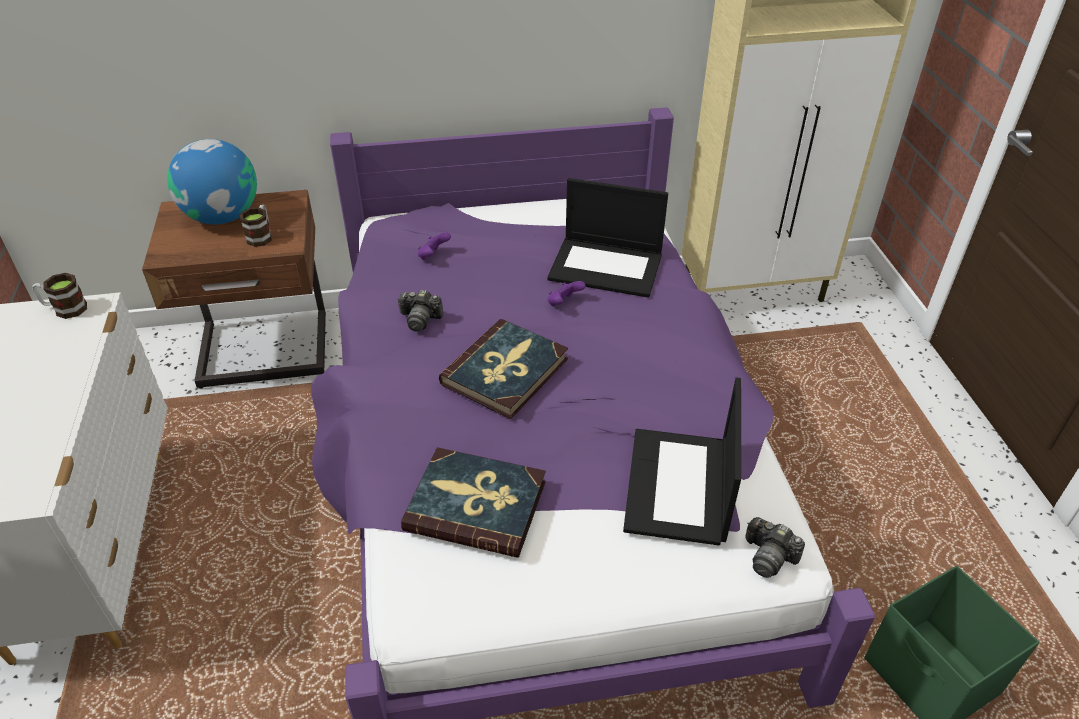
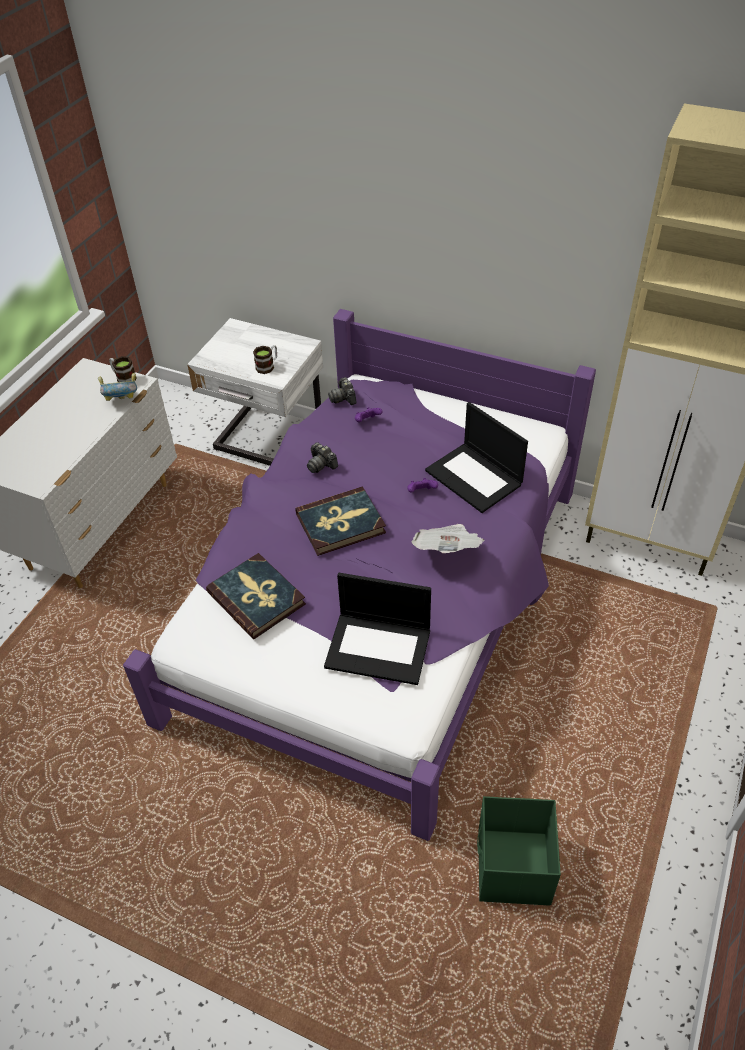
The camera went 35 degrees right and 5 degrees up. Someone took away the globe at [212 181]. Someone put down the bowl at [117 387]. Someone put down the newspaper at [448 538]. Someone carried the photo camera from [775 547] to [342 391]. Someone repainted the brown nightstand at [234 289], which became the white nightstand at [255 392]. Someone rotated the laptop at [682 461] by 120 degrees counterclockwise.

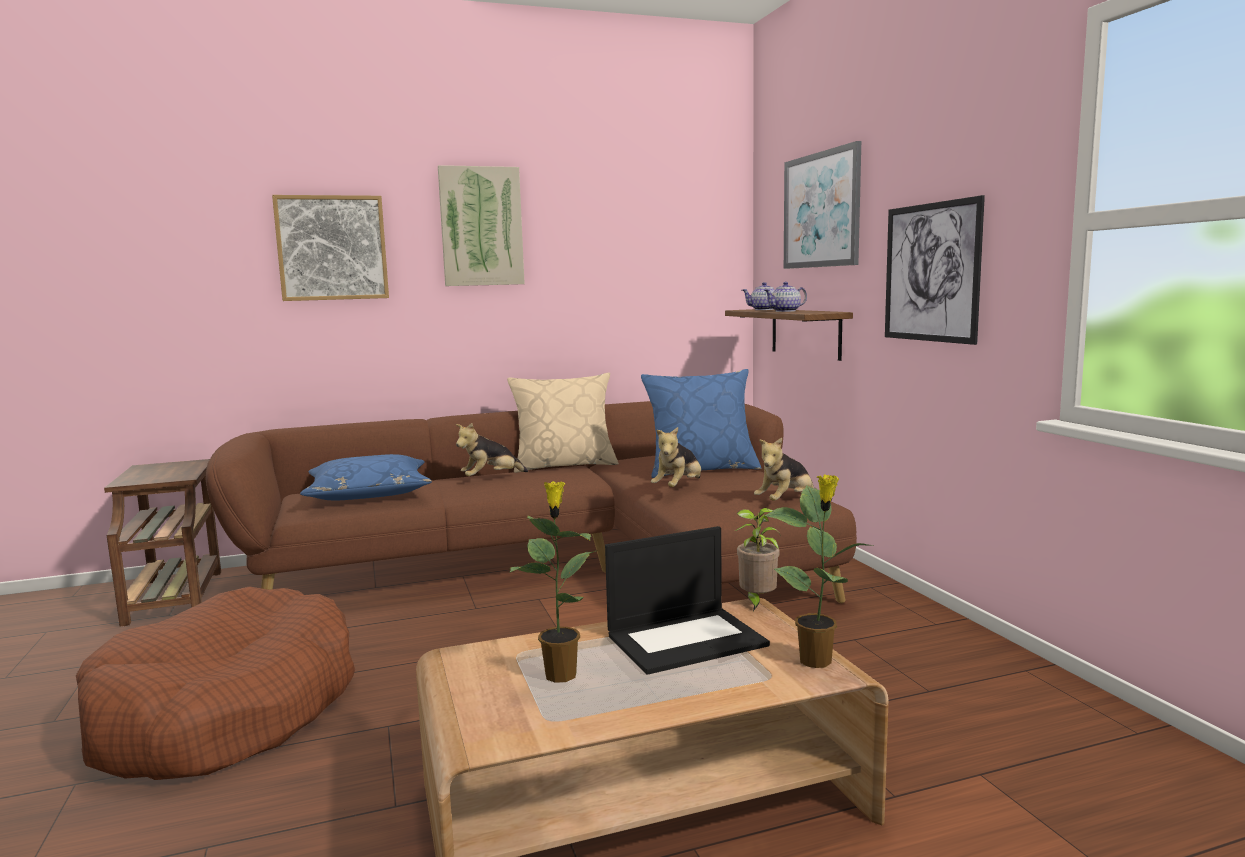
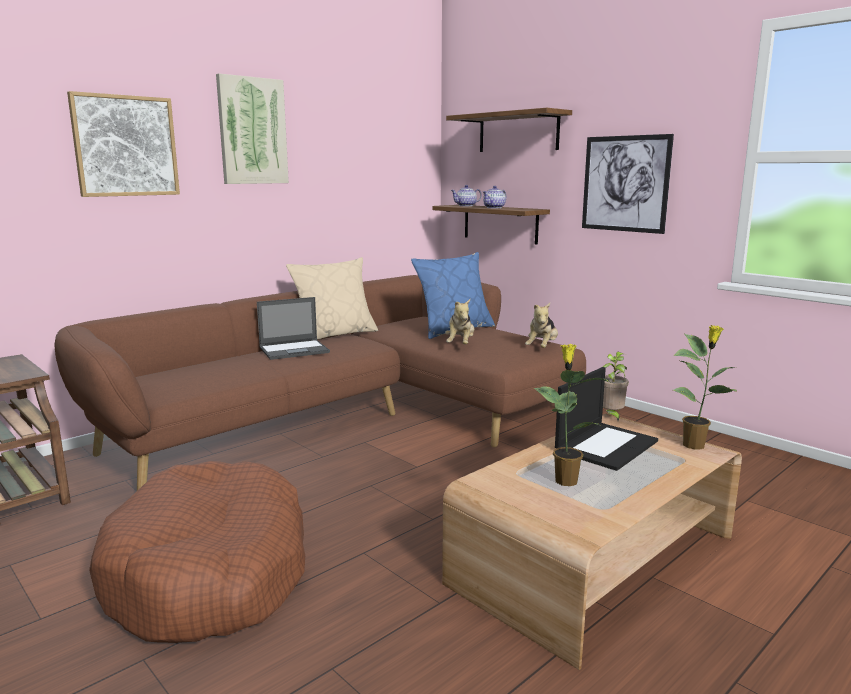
The camera went 25 degrees left and 5 degrees up. Someone took away the blue pillow at [366 477]. Someone swapped the plush toy at [492 449] for the laptop at [293 328]. Someone swapped the picture at [822 205] for the shelf at [509 130].

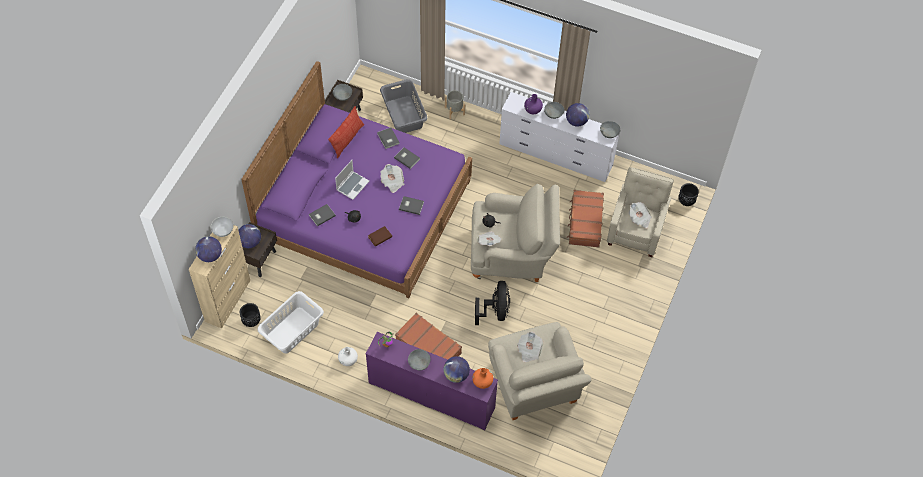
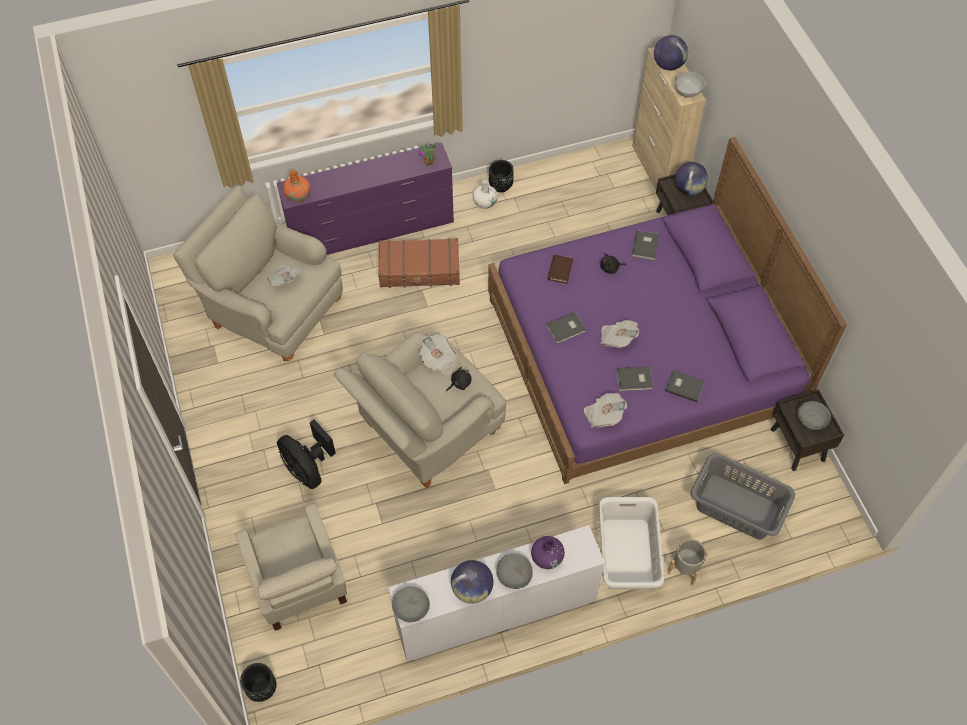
The camera went 140 degrees right and 0 degrees up. Someone took away the pillow at [346 132]. Someone took away the laptop at [352 180]. Someone took away the grey bowl at [419 360]. Someone took away the globe at [456 369]. Someone took away the brown suitcase at [585 218]. Someone carried the black planter from [250 315] to [501 176]. Someone carried the white laundry basket from [290 322] to [631 543]. Someone carried the black fan from [492 303] to [306 454]. Someone carried the newspaper from [640 215] to [605 410].

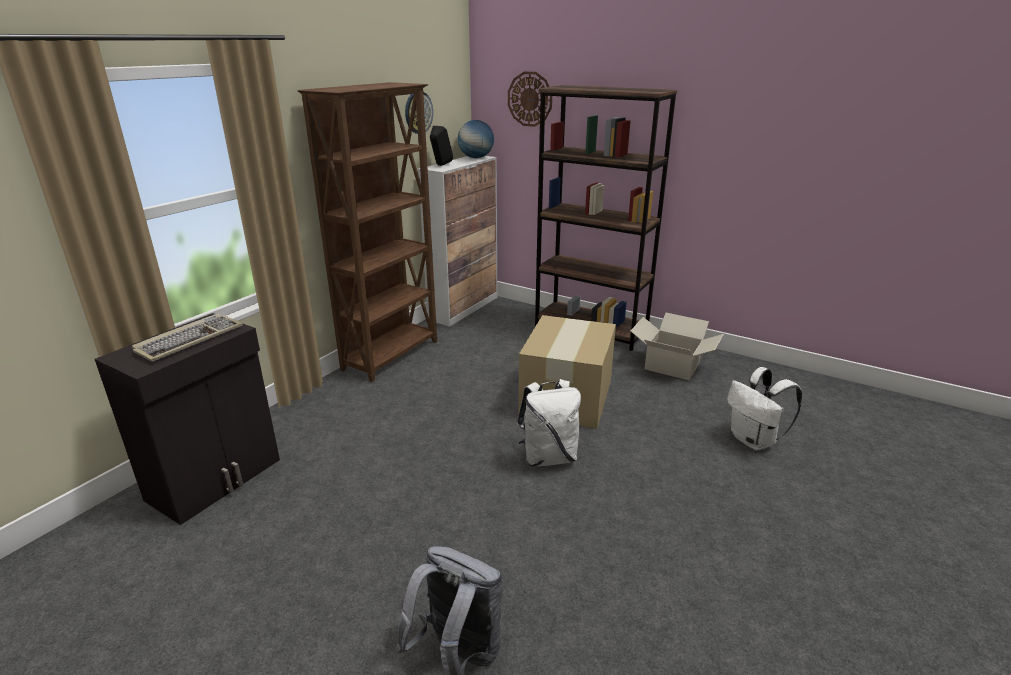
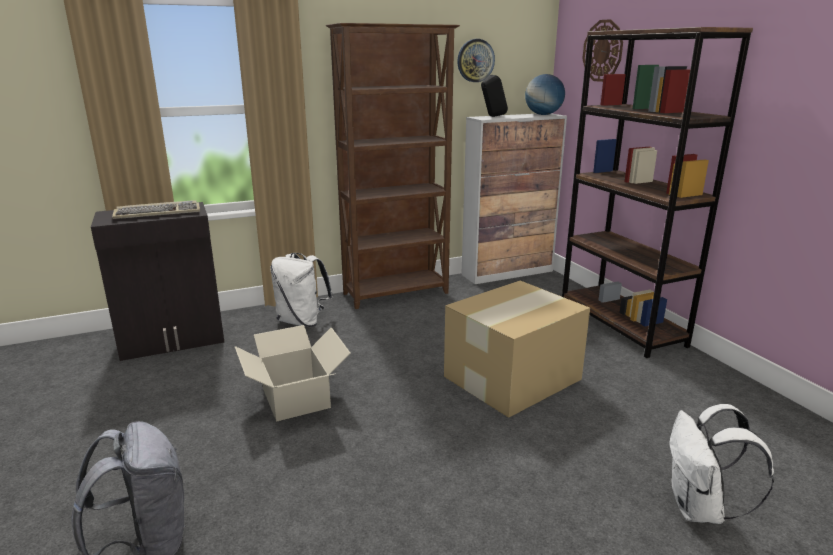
The camera went 35 degrees right and 5 degrees down. Someone carried the white backpack from [549 423] to [301 290]. Someone carried the cardboard box from [677 346] to [292 373].

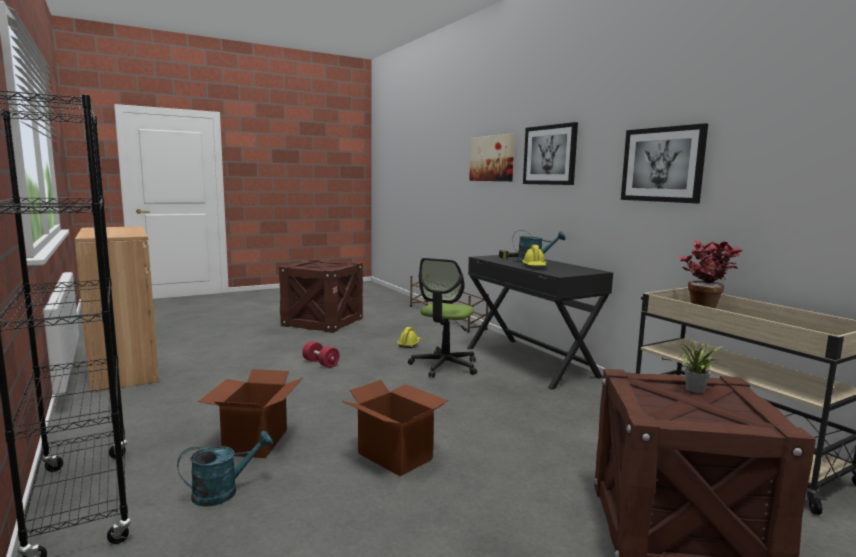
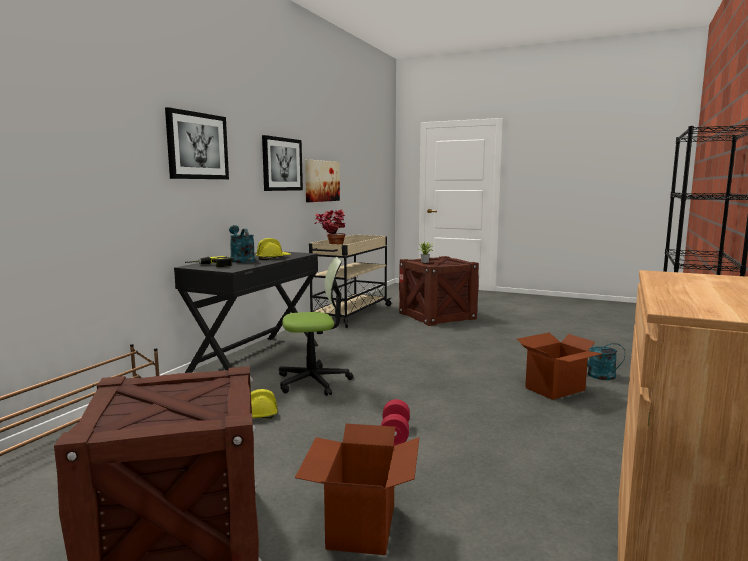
The camera went 125 degrees left and 0 degrees up. Someone carried the cardboard box from [395 428] to [357 489]. Someone carried the picture from [492 157] to [322 181].

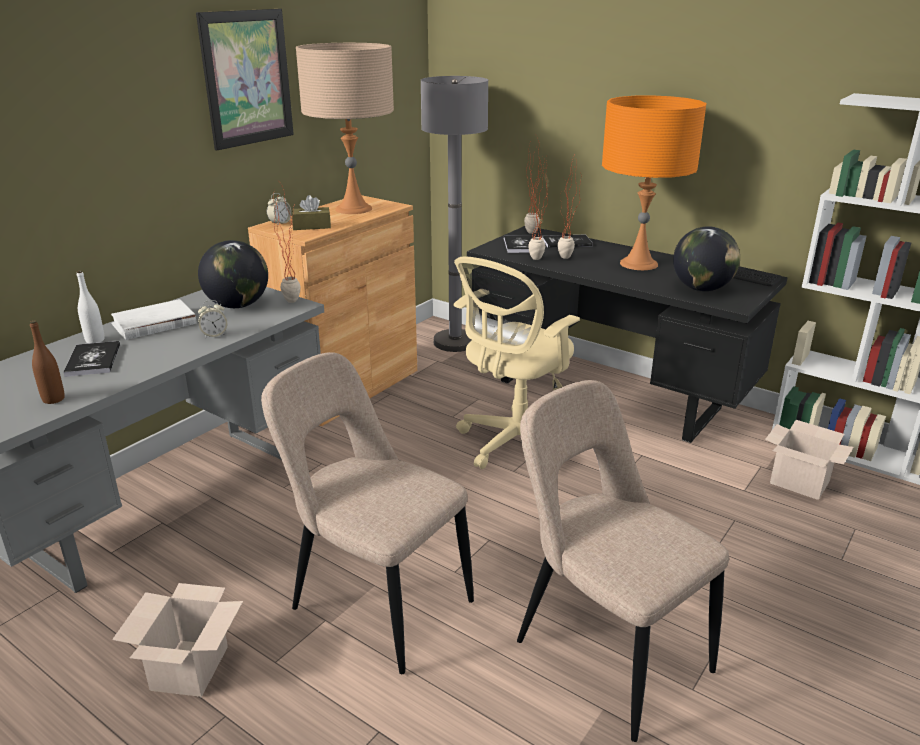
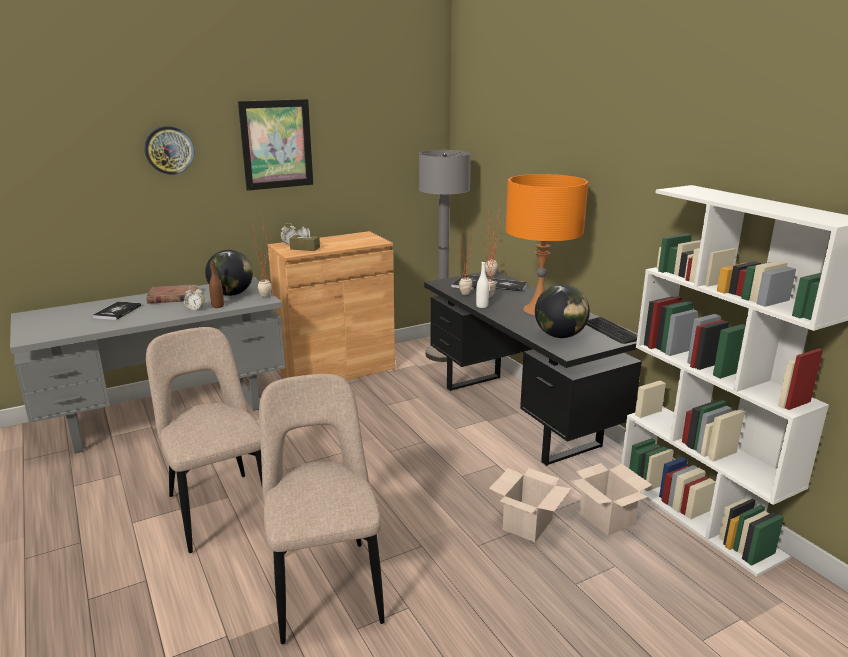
The camera went 25 degrees right and 5 degrees down. Someone took away the beige table lamp at [345 128]. Someone took away the beige office chair at [516 363]. Someone put up the wall clock at [169 150]. Someone carried the brown bottle from [47 362] to [216 284]. Someone carried the white bottle from [91 306] to [482 284]. Someone carried the cardboard box from [177 640] to [530 505]. Someone repainted the white book at [153 319], which became the brown book at [172 294].

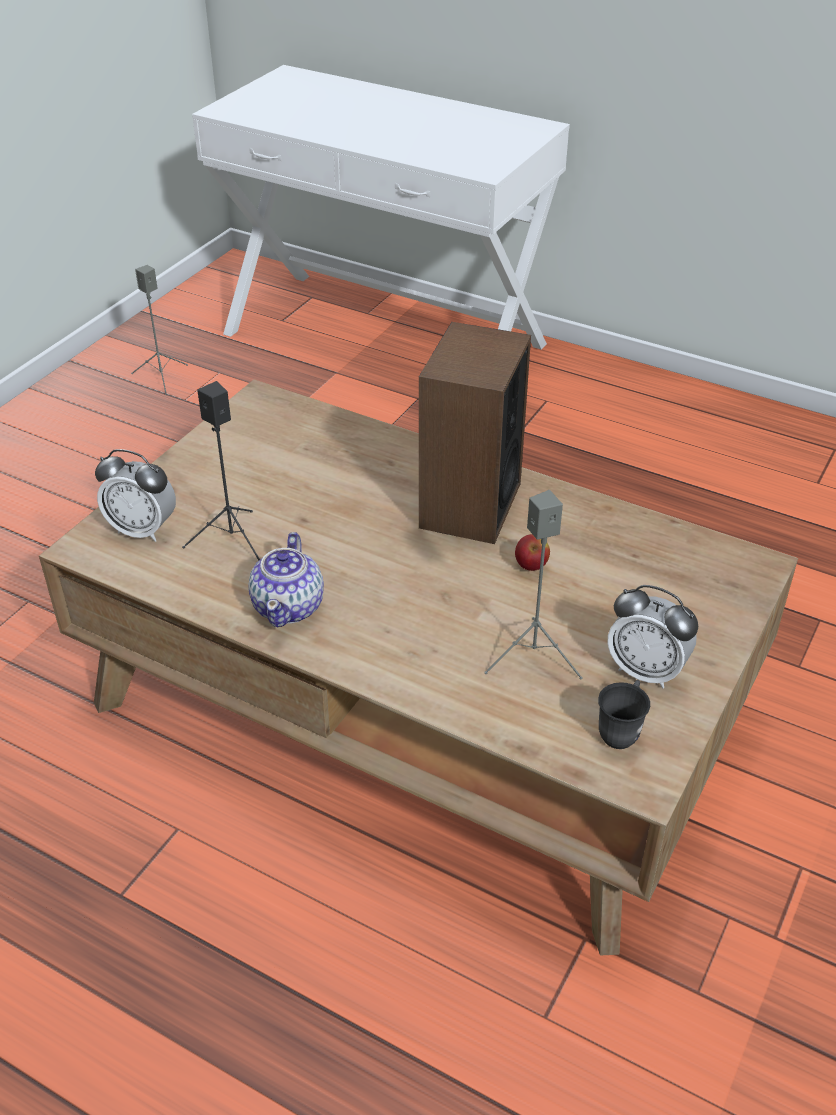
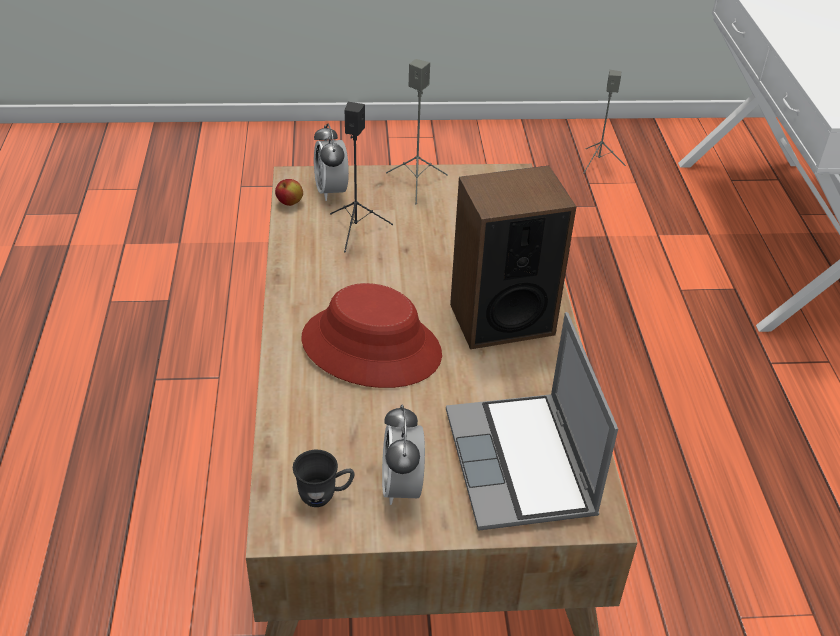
The camera went 55 degrees right and 0 degrees up. Someone took away the teapot at [286 579]. Someone put down the red hat at [371 335]. Someone put down the laptop at [532 421]. Someone carried the grey speaker from [533 584] to [417 131]. Someone carried the apple from [532 552] to [289 192].

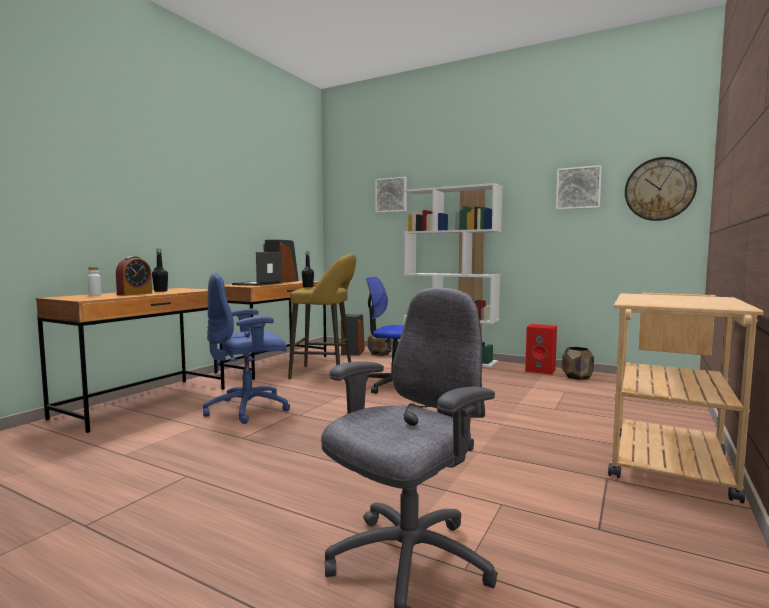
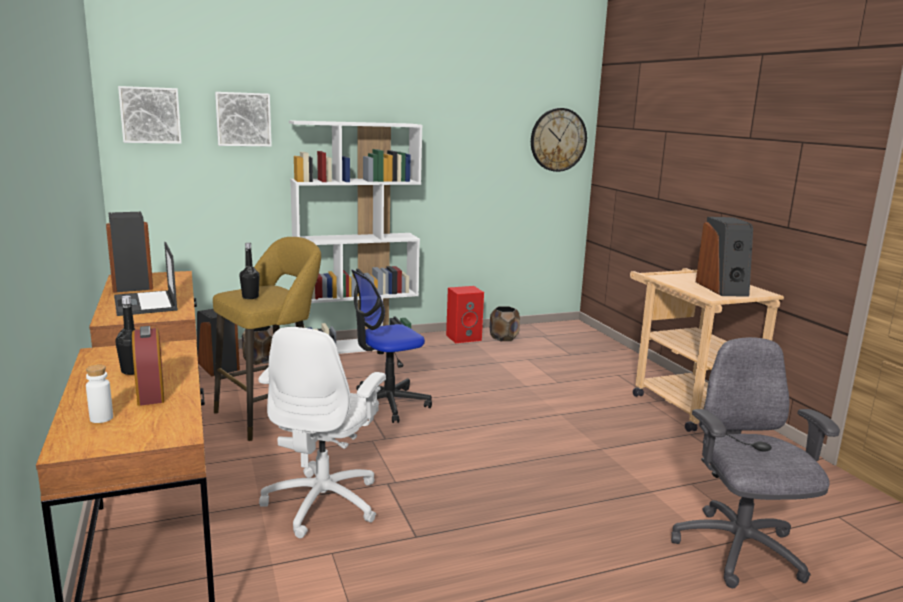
The camera went 50 degrees left and 10 degrees up. Someone put down the speaker at [724 257]. Someone carried the picture from [579 187] to [149 115]. Someone repainted the blue office chair at [246 348], which became the white office chair at [322 432].

